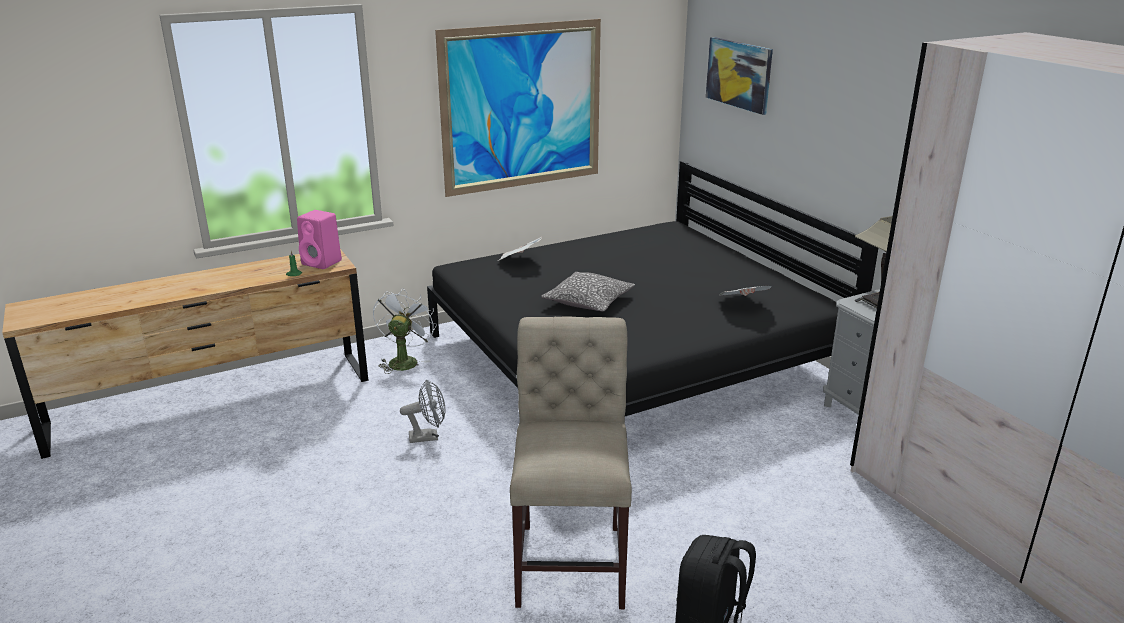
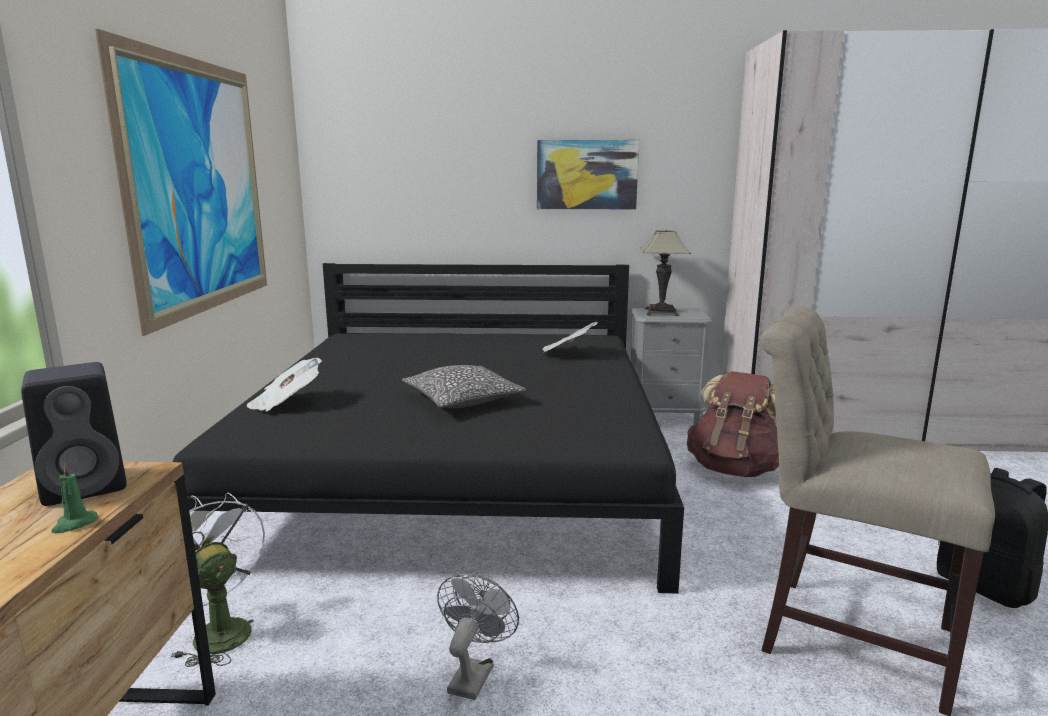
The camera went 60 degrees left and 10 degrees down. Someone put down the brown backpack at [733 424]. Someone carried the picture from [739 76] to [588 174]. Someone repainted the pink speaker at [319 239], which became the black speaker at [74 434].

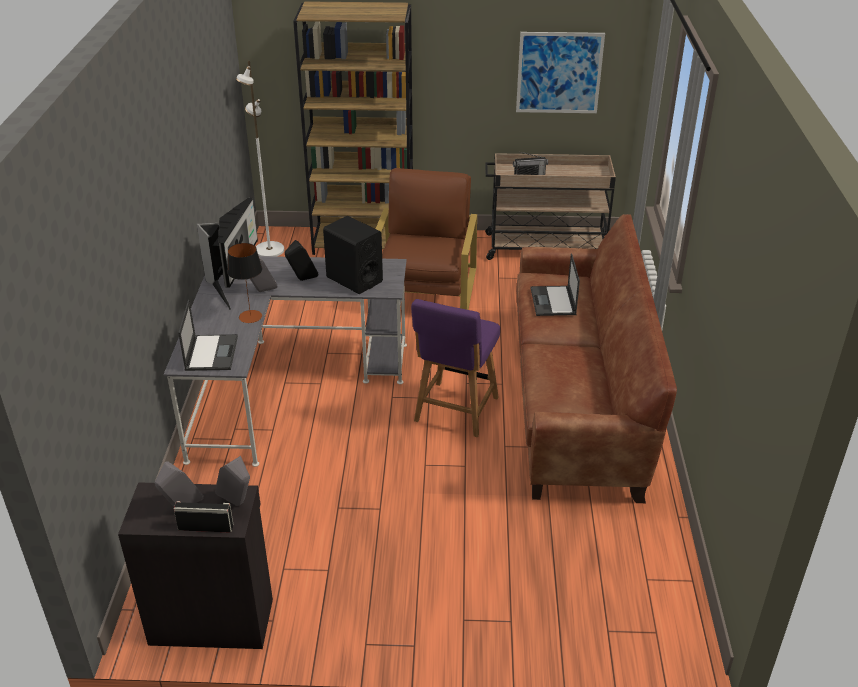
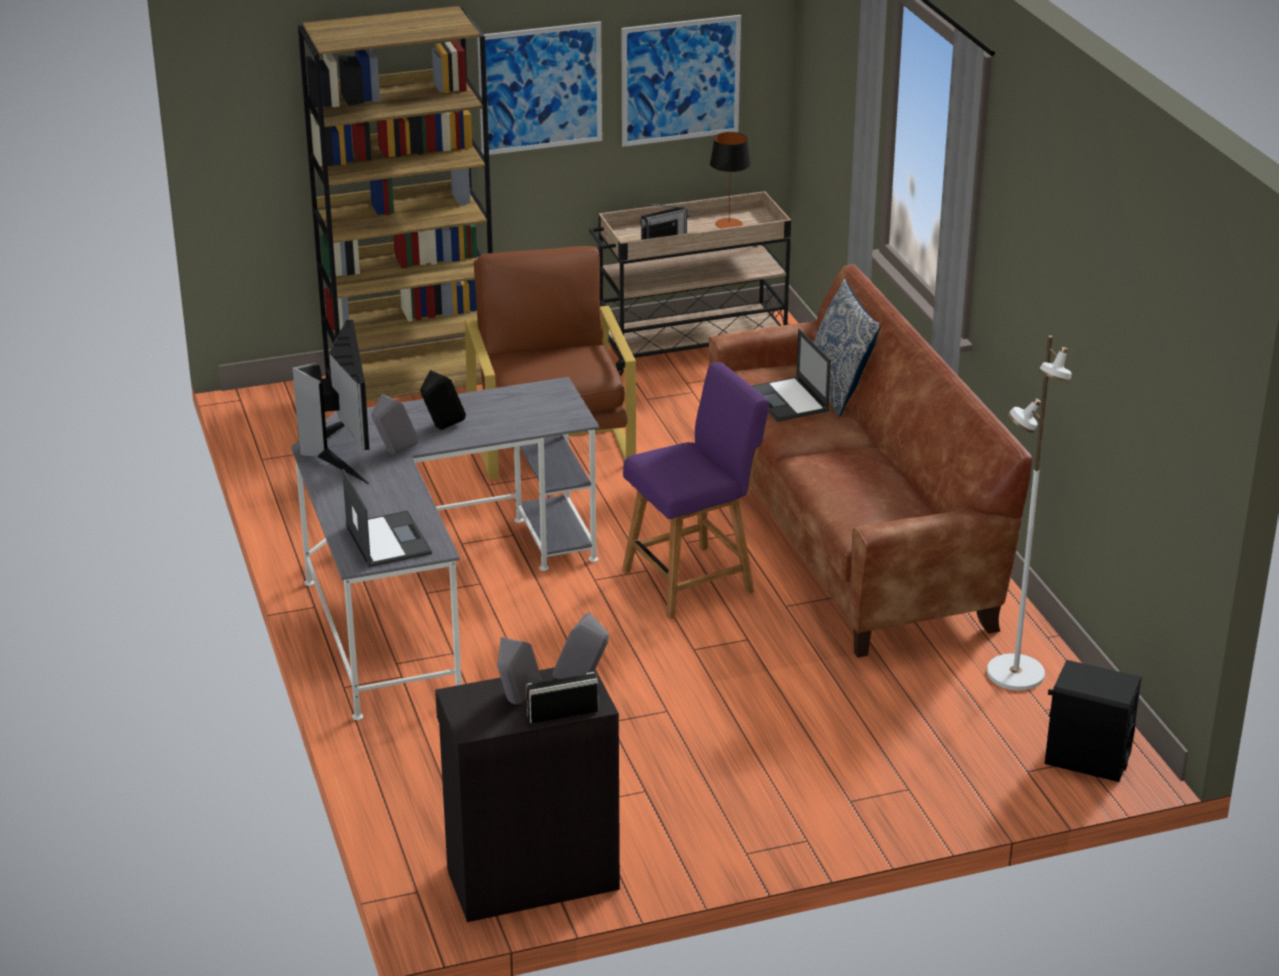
The camera went 20 degrees left and 5 degrees down. Someone put up the picture at [539 88]. Someone put down the pillow at [847 348]. Someone carried the table lamp from [244 283] to [730 180]. Someone carried the white floor lamp from [260 159] to [1029 513]. Someone carried the black speaker from [353 255] to [1093 721]. Someone rotated the purple chair at [455 368] by 120 degrees counterclockwise.

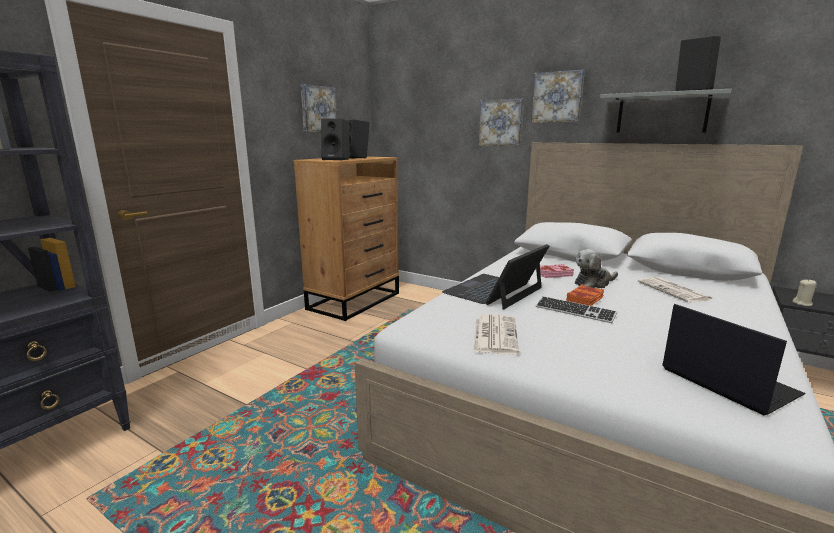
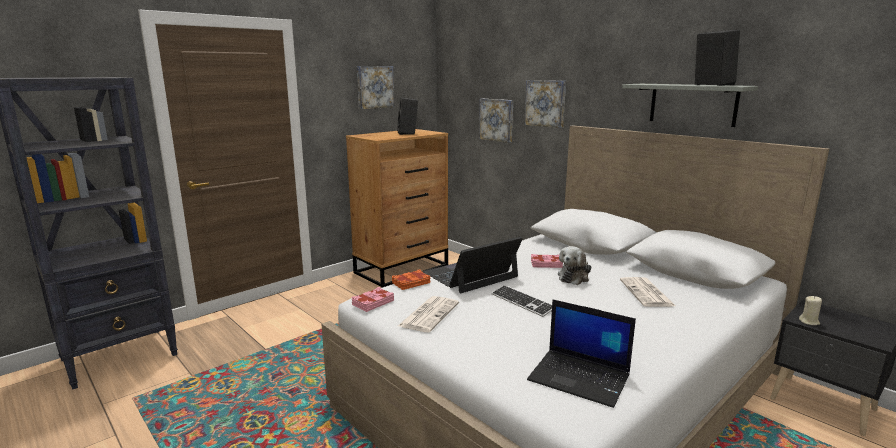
The camera went 15 degrees right and 0 degrees up. Someone took away the black speaker at [335 139]. Someone put down the pink book at [372 299]. Someone carried the picture from [558 96] to [496 121]. Someone carried the orange book from [585 295] to [411 279]. Someone rotated the plush toy at [596 268] by 45 degrees counterclockwise. Someone rotated the laptop at [733 359] by 135 degrees clockwise.

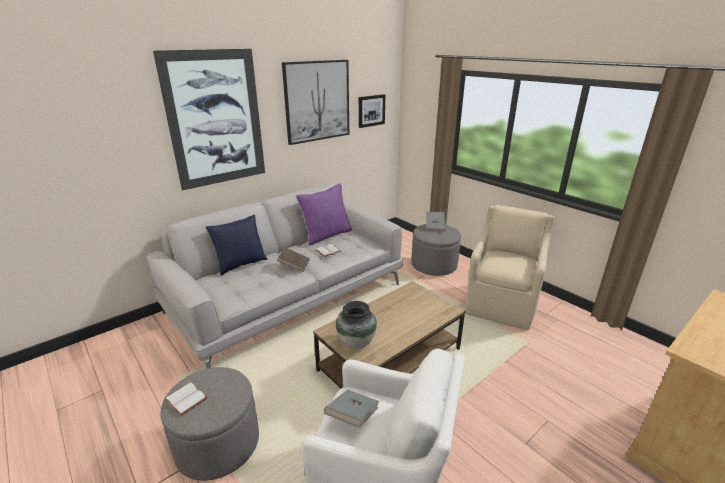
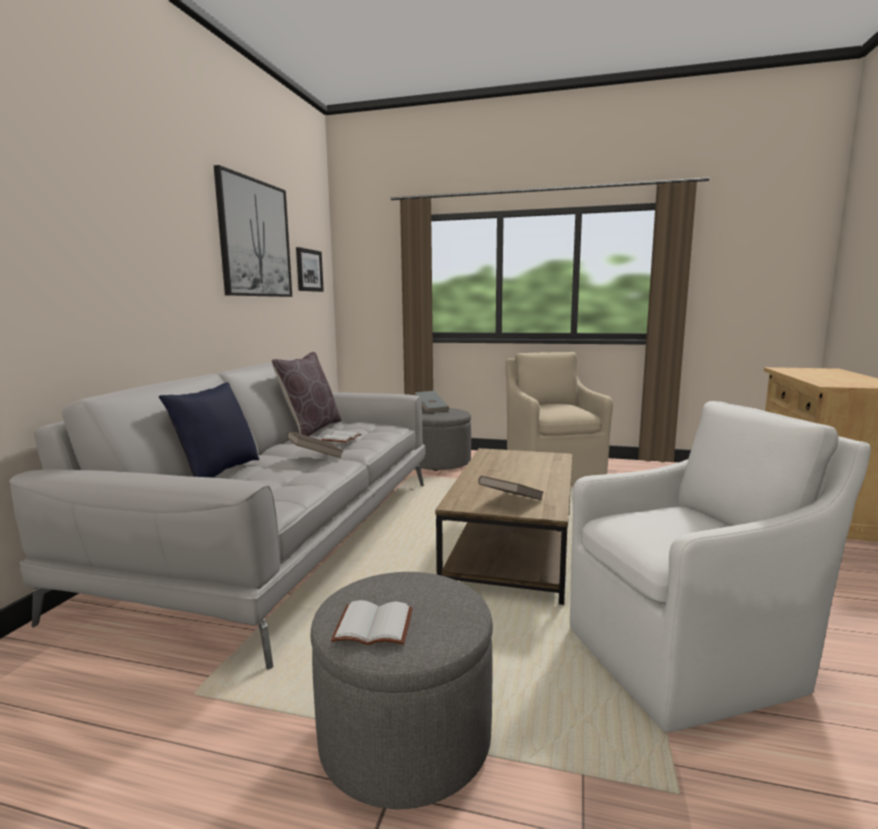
The camera went 35 degrees left and 15 degrees down. Someone took away the picture at [209 119]. Someone took away the grey book at [351 409]. Someone swapped the vase at [356 325] for the brown book at [510 488]. Someone repainted the purple pillow at [324 215], which became the brown pillow at [306 394].

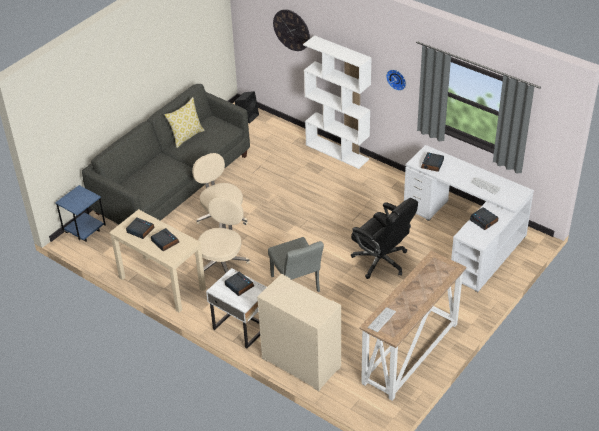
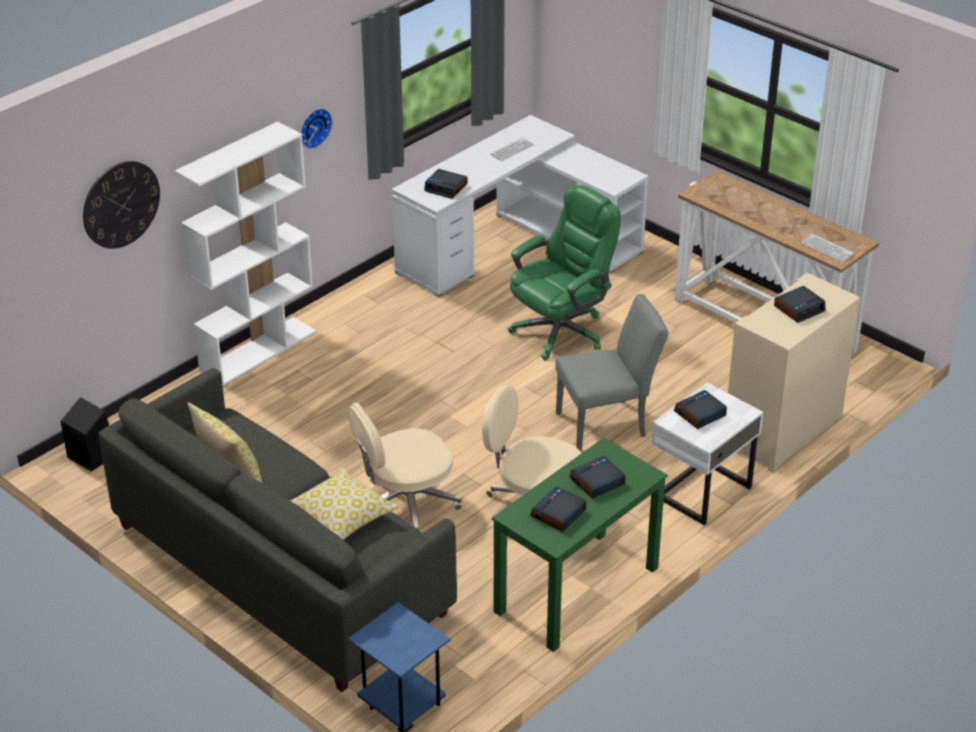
The camera went 85 degrees left and 5 degrees down. Someone put down the pillow at [344 504]. Someone carried the alarm clock from [484 218] to [799 304]. Someone repainted the beige desk at [157 261], which became the green desk at [579 545]. Someone repainted the black office chair at [384 238], which became the green office chair at [564 273].

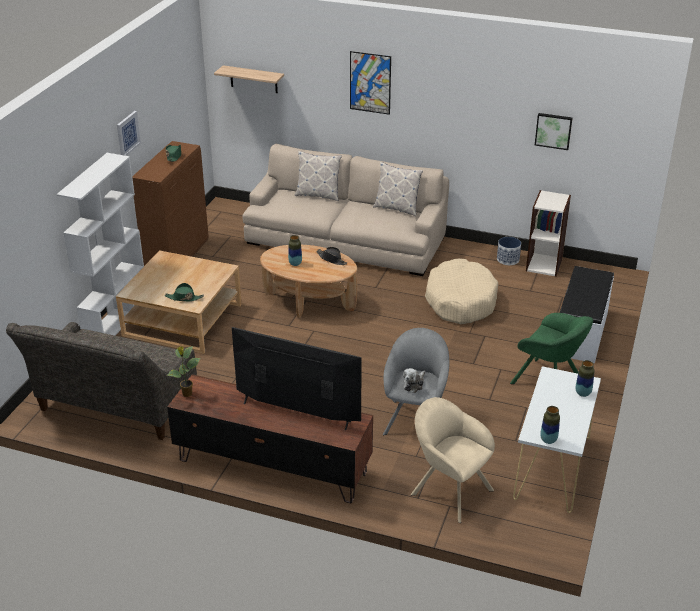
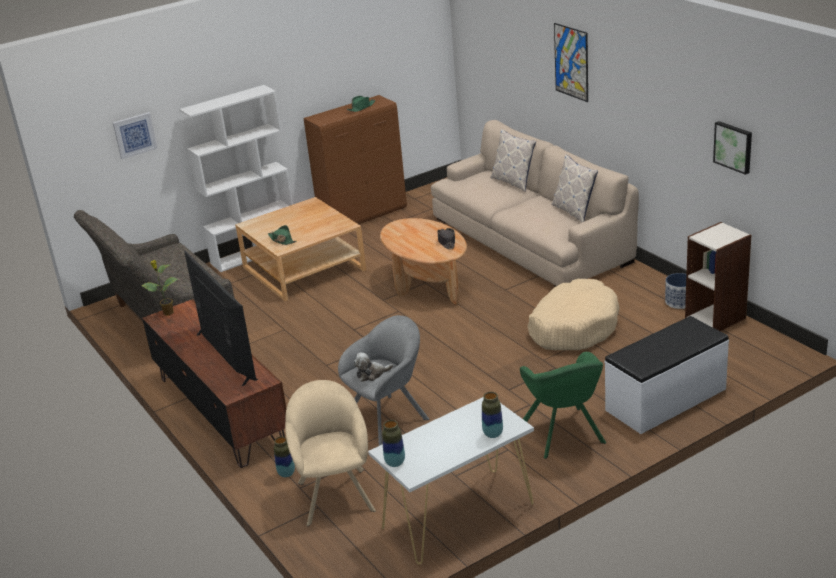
The camera went 40 degrees right and 5 degrees down. Someone took away the shelf at [249 79]. Someone carried the picture from [129 133] to [135 135]. Someone carried the vase from [295 250] to [284 456].

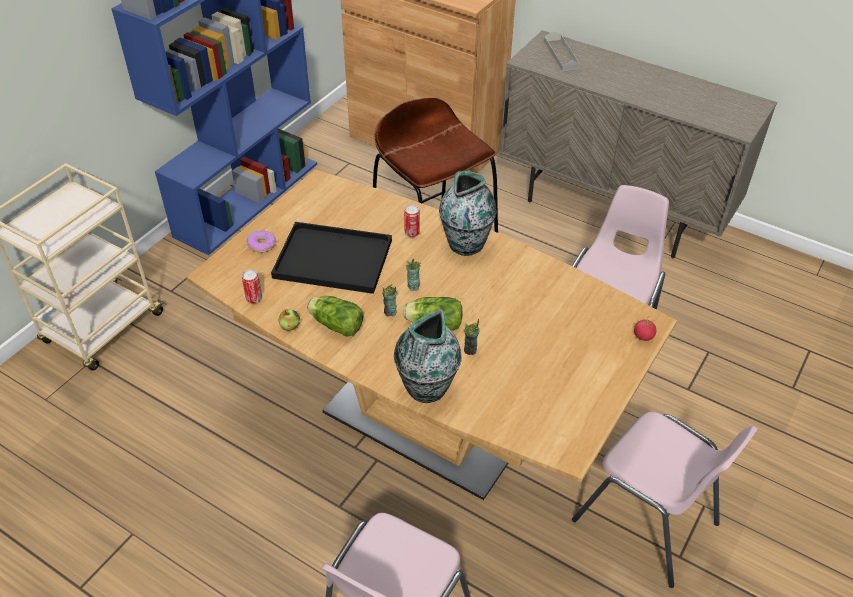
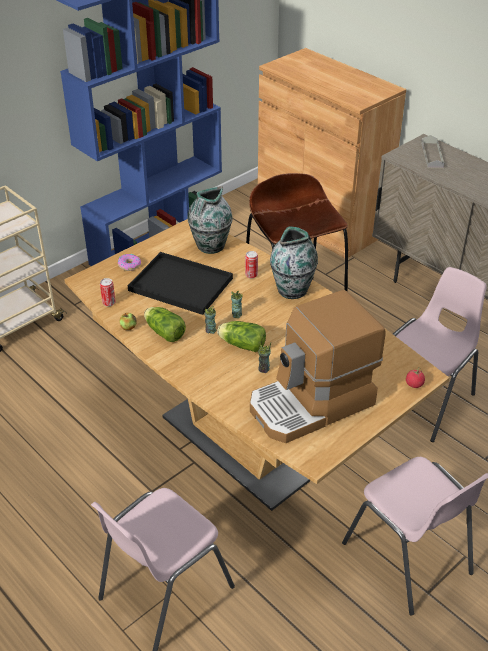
The camera went 15 degrees right and 5 degrees down. Someone put down the coffee machine at [317 366]. Someone carried the vase from [428 356] to [210 220].

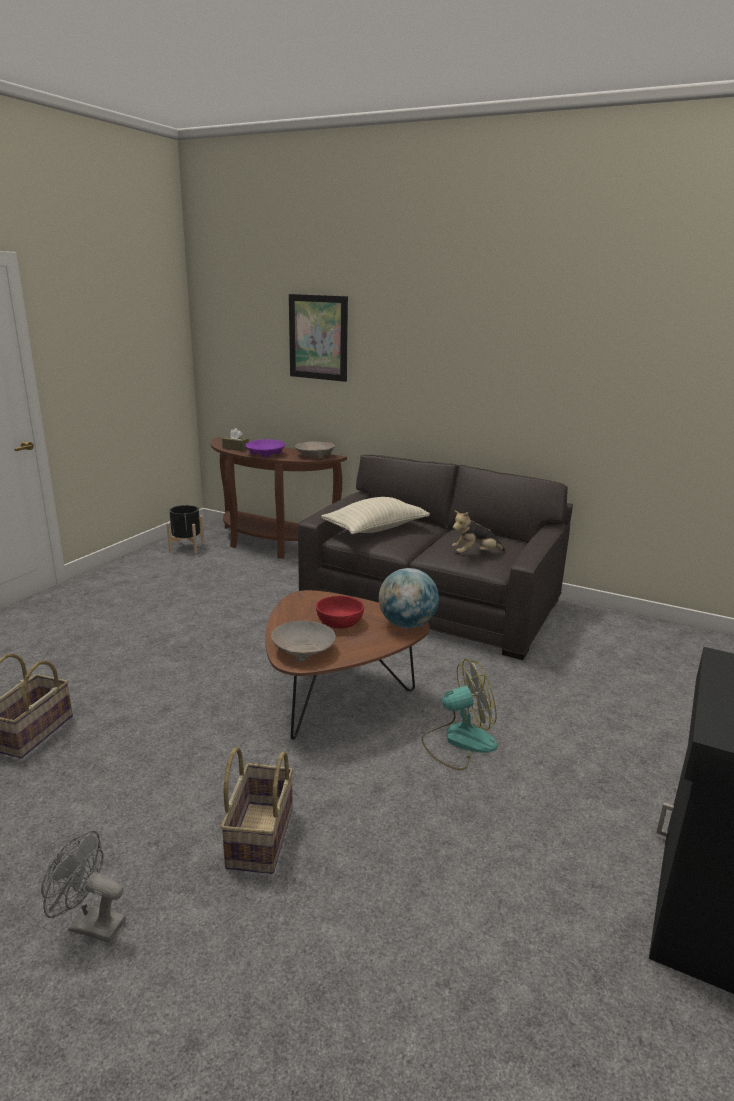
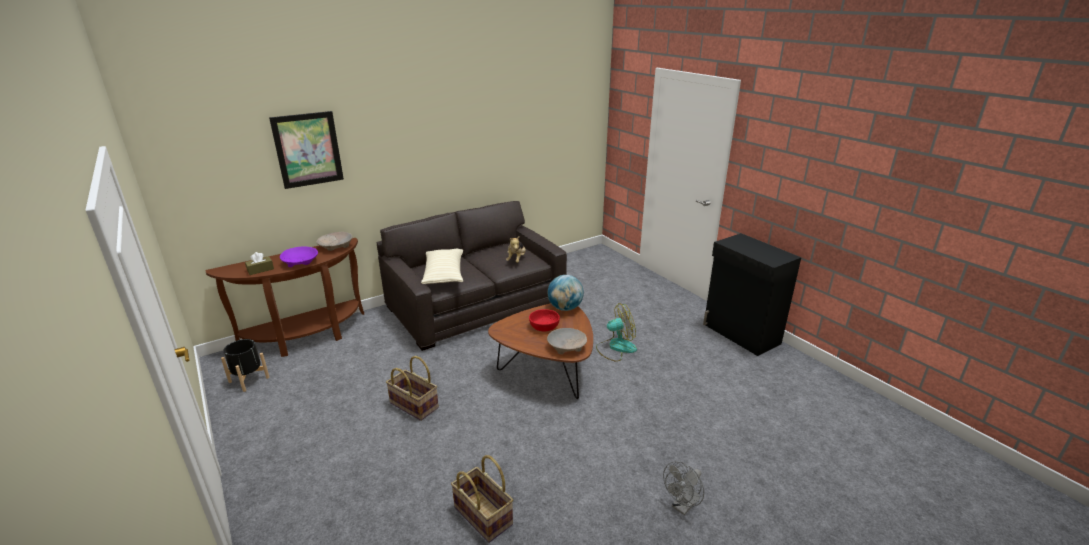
The camera went 60 degrees left and 5 degrees up. Someone carried the basket from [257 810] to [412 388]. Someone rotated the fan at [459 714] by 60 degrees clockwise.

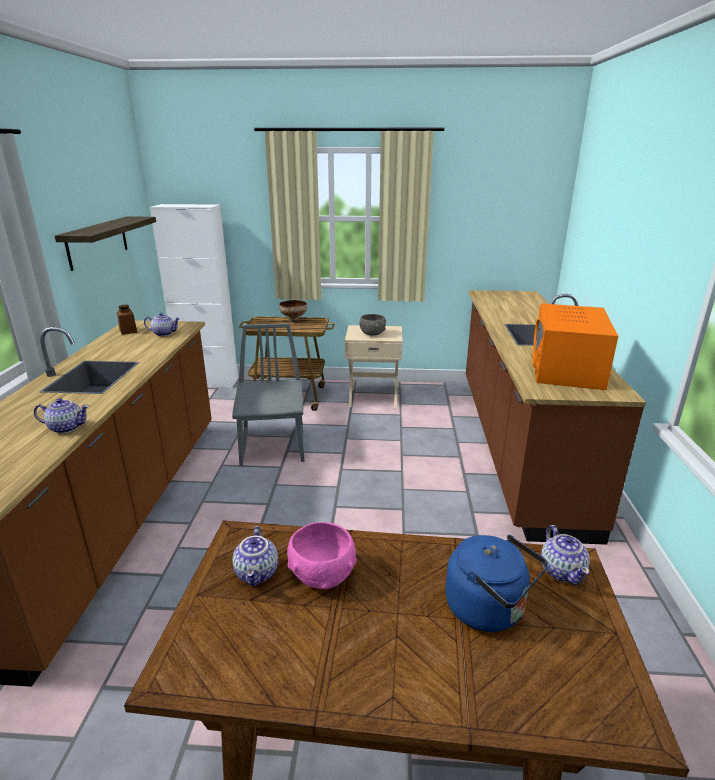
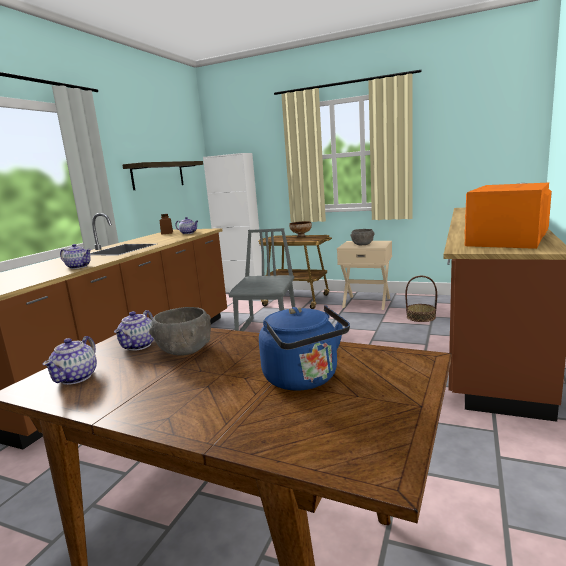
The camera went 20 degrees right and 10 degrees down. Someone put down the basket at [421 299]. Someone carried the teapot from [565 555] to [69 360]. Someone repainted the pink bowl at [322 555], which became the grey bowl at [180 331].

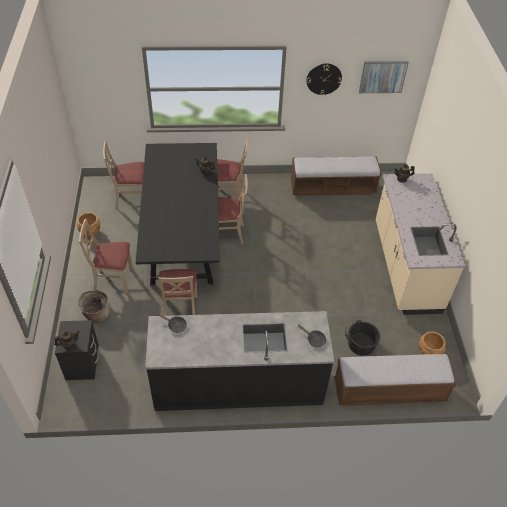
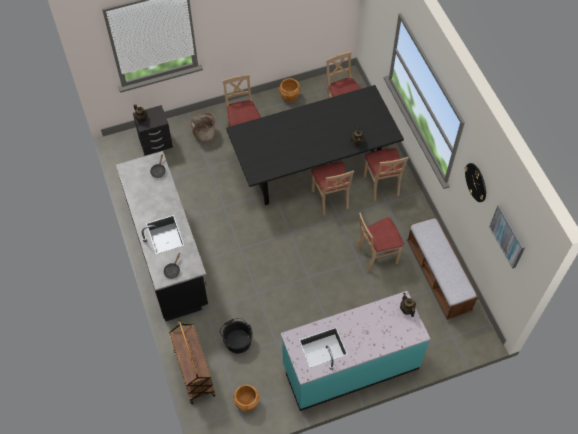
The camera went 75 degrees right and 10 degrees up. Someone carried the beige chair from [177 292] to [380 242]. Someone swapped the bench at [395 380] for the brown cart at [192 362]. Someone repainted the beige counter at [420 244], which became the turquoise counter at [356 351].

